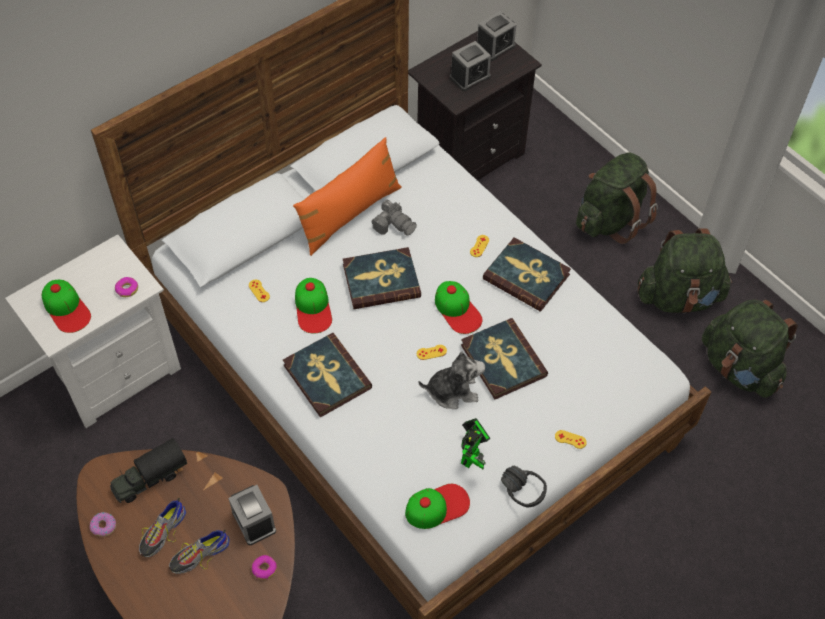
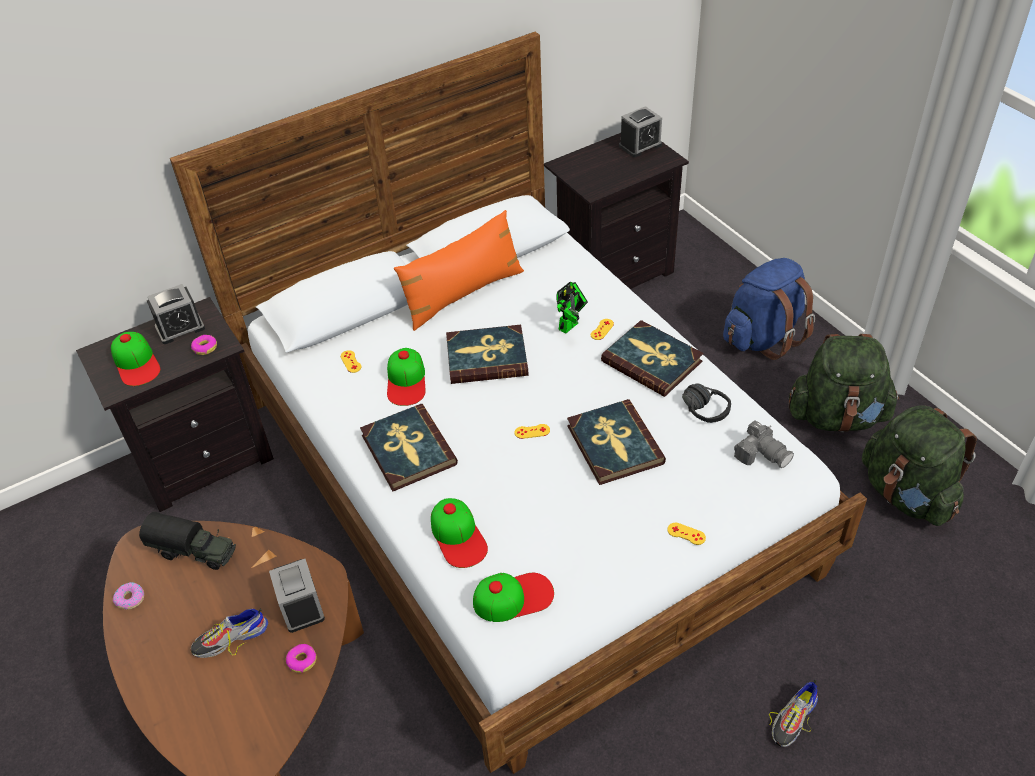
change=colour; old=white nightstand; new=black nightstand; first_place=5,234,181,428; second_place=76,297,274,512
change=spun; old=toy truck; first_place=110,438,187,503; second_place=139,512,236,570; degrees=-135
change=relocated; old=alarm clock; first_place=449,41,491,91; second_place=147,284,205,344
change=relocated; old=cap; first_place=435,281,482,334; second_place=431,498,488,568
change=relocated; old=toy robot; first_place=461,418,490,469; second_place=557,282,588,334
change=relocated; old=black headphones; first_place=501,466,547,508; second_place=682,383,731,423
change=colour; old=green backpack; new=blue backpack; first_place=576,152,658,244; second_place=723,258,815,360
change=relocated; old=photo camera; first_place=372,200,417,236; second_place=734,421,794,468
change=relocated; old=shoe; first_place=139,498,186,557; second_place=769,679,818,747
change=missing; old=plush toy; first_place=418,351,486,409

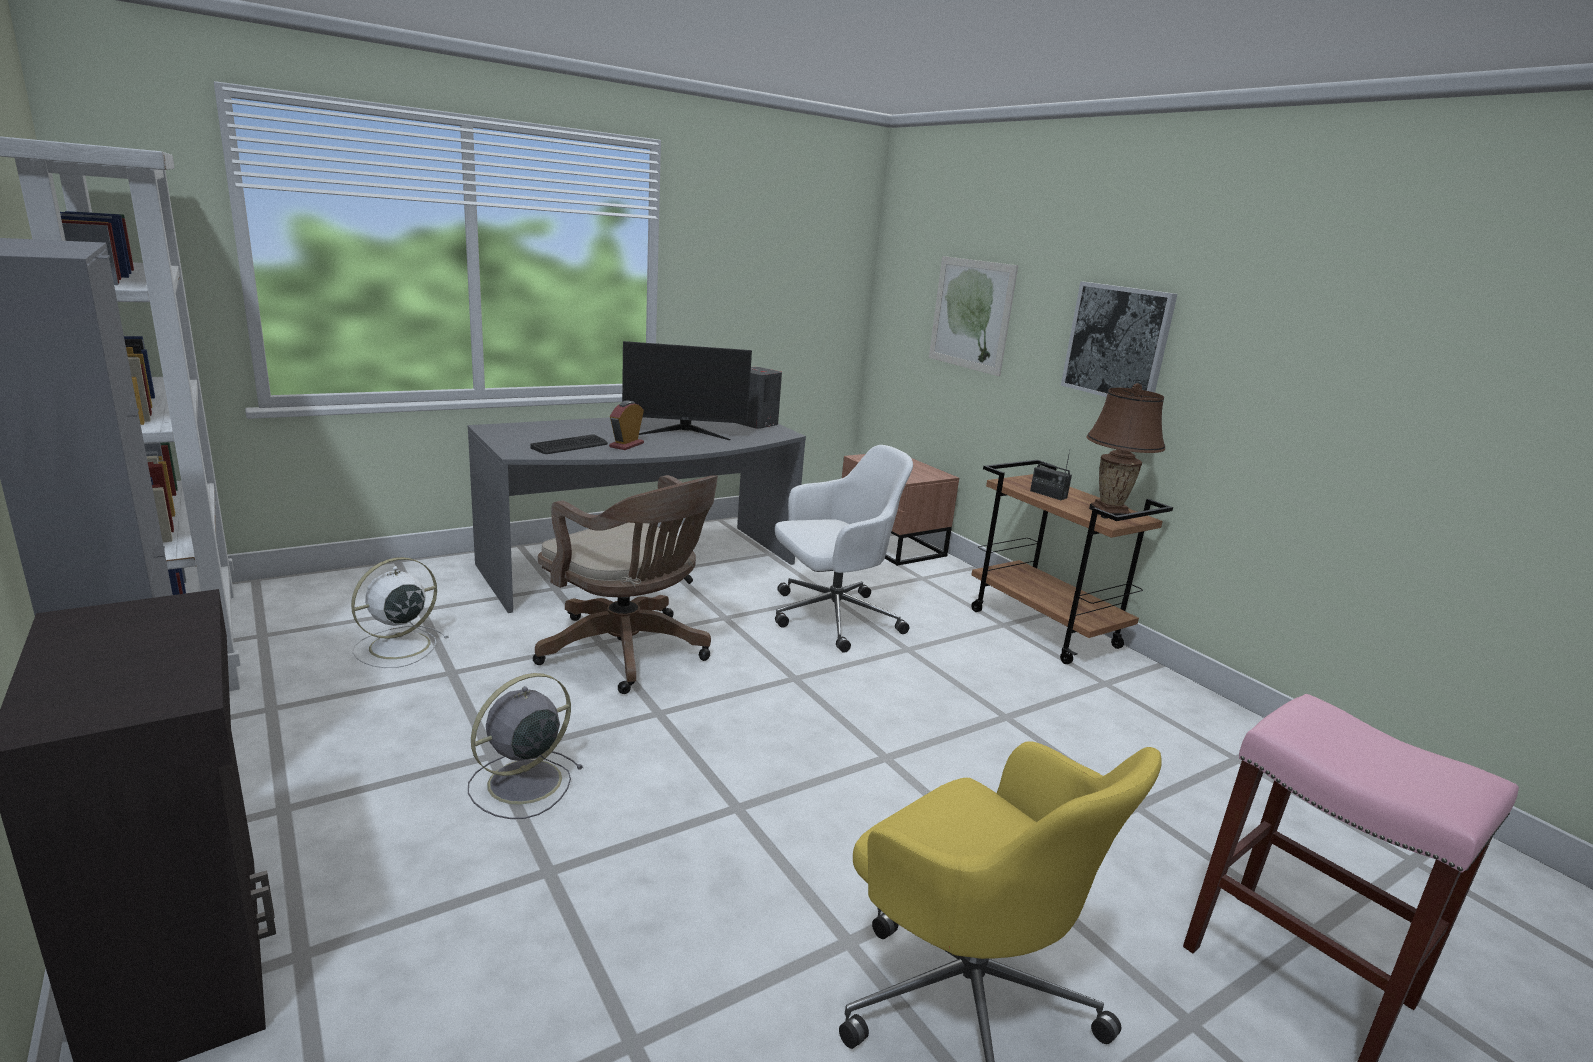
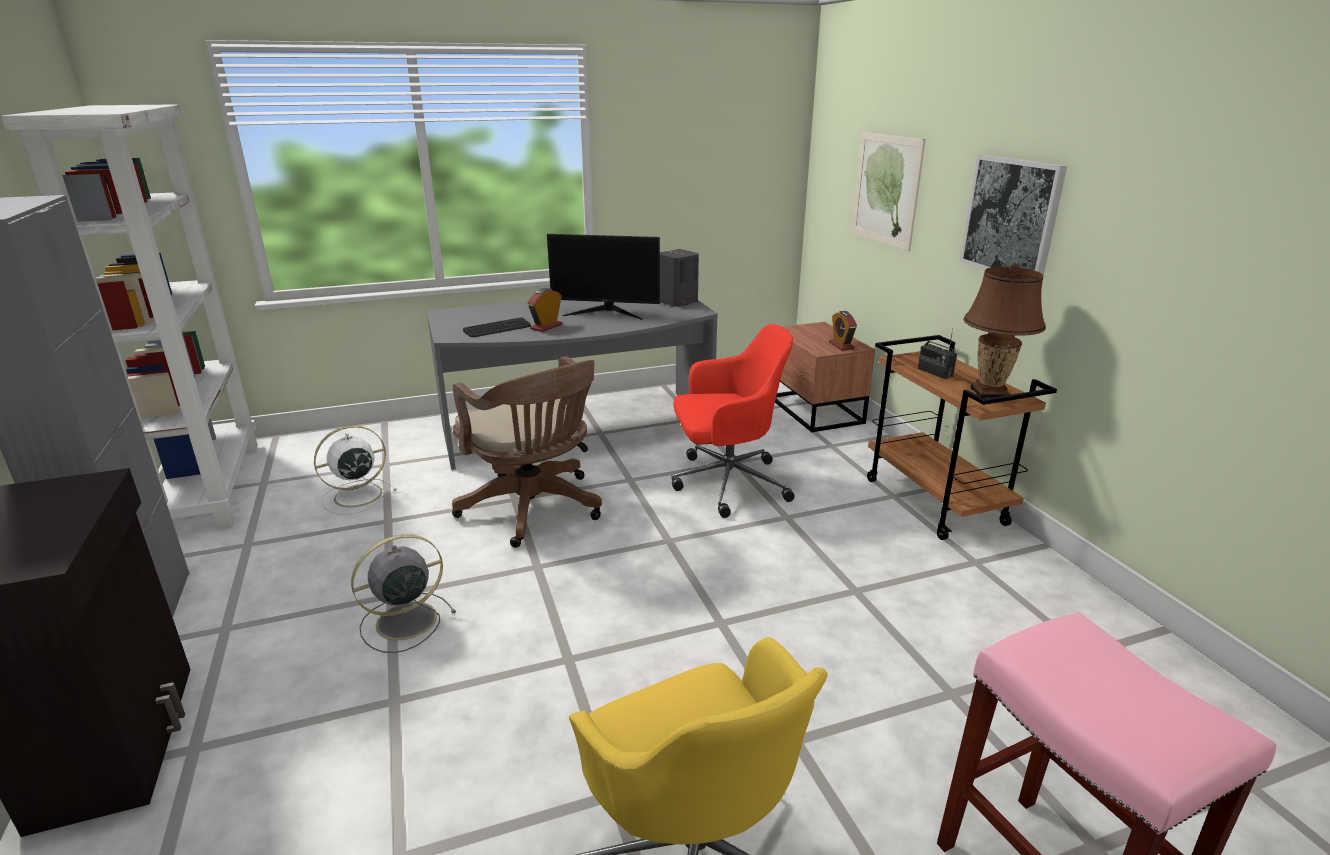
change=colour; old=white office chair; new=red office chair; first_place=775,445,913,653; second_place=672,324,795,518
change=appeared; new=alarm clock; second_place=829,311,857,350

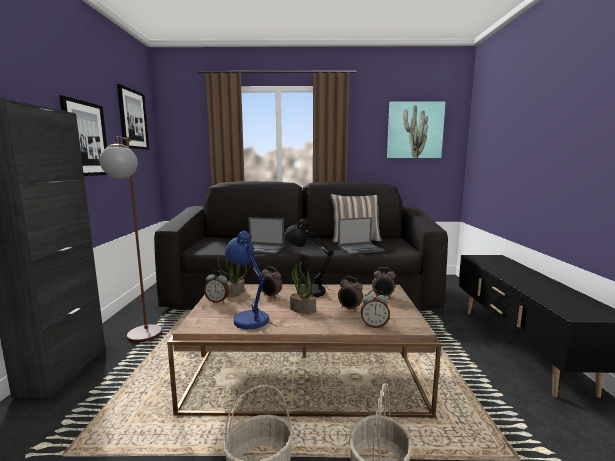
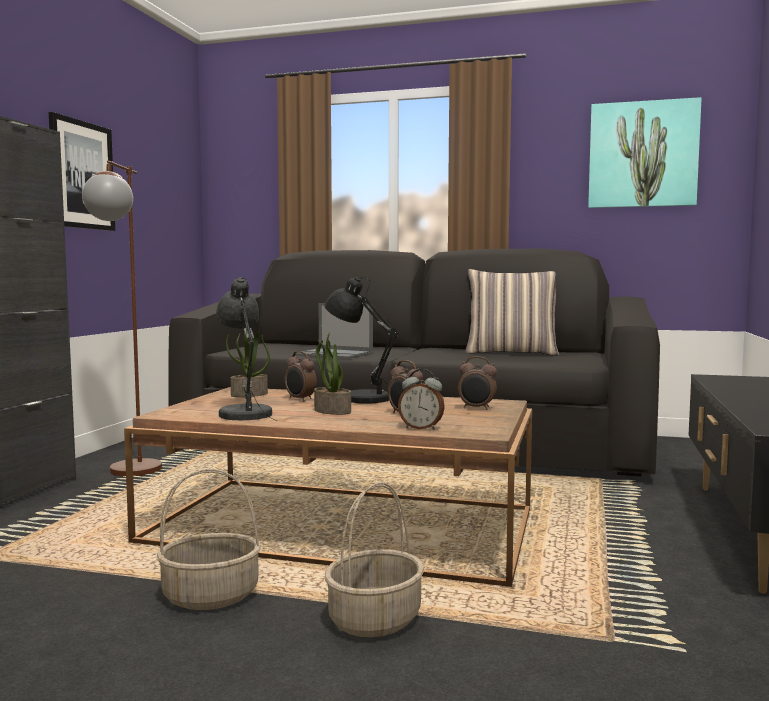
change=colour; old=blue table lamp; new=grey table lamp; first_place=225,231,278,329; second_place=216,278,277,421
change=missing; old=picture; first_place=117,84,149,150
change=missing; old=alarm clock; first_place=204,270,229,303
change=missing; old=laptop; first_place=338,217,385,254

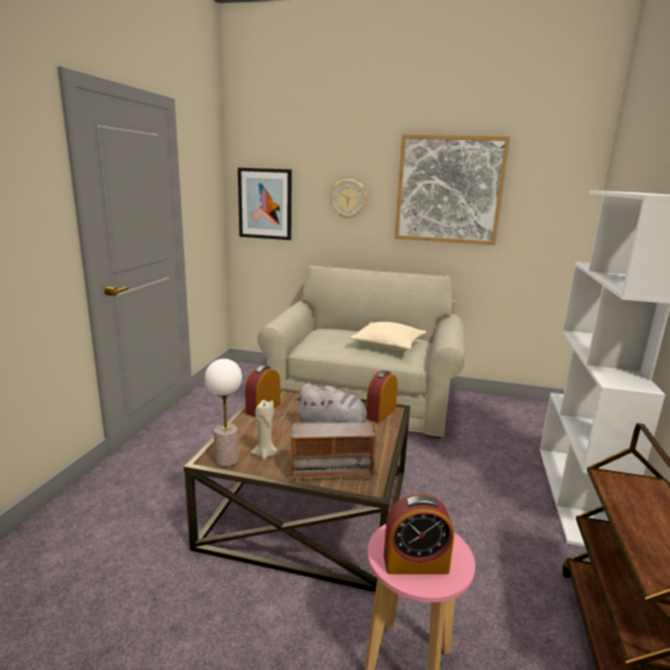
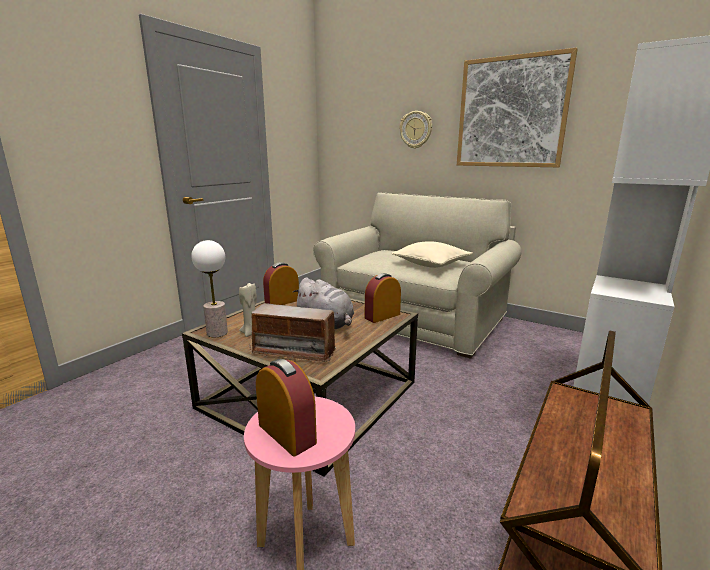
change=spun; old=alarm clock; first_place=384,494,454,574; second_place=256,359,317,456; degrees=-150
change=missing; old=picture; first_place=238,168,292,240

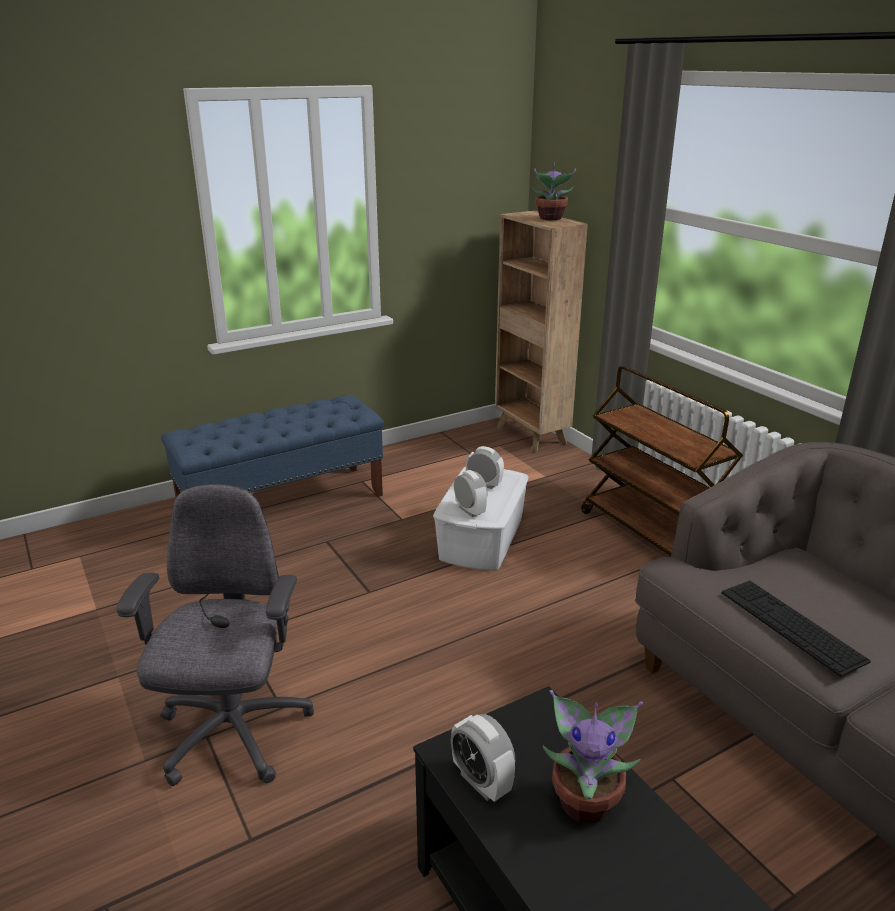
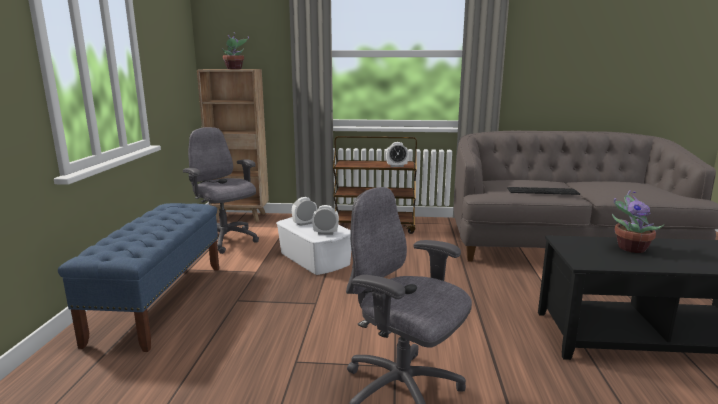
change=appeared; new=grey office chair; second_place=183,127,259,254
change=relocated; old=alarm clock; first_place=451,714,515,802; second_place=386,142,409,167

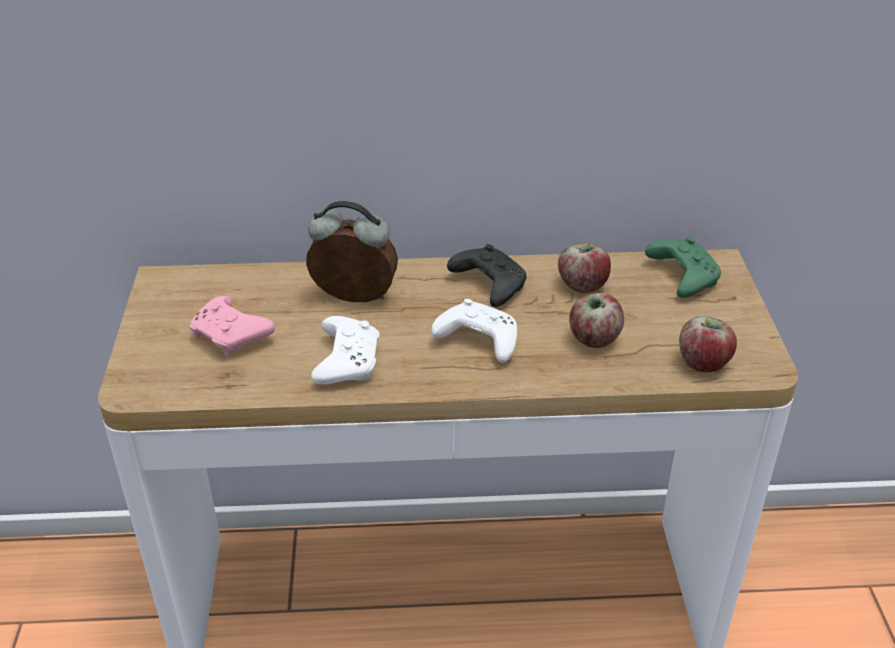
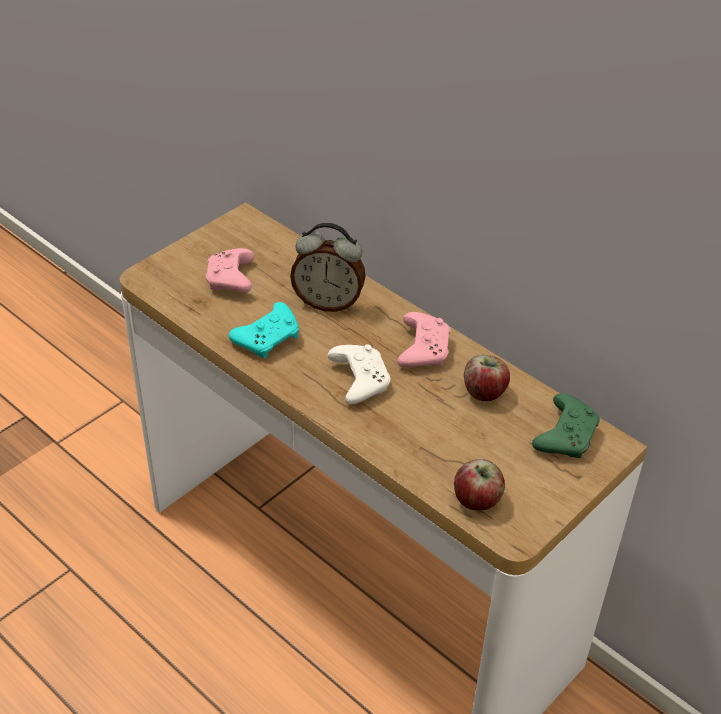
change=colour; old=white game controller; new=turquoise game controller; first_place=311,316,380,385; second_place=229,302,299,358
change=spun; old=alarm clock; first_place=306,201,398,302; second_place=290,223,366,312; degrees=135
change=colour; old=black game controller; new=pink game controller; first_place=447,244,527,307; second_place=397,312,451,368
change=missing; old=apple; first_place=569,293,624,348

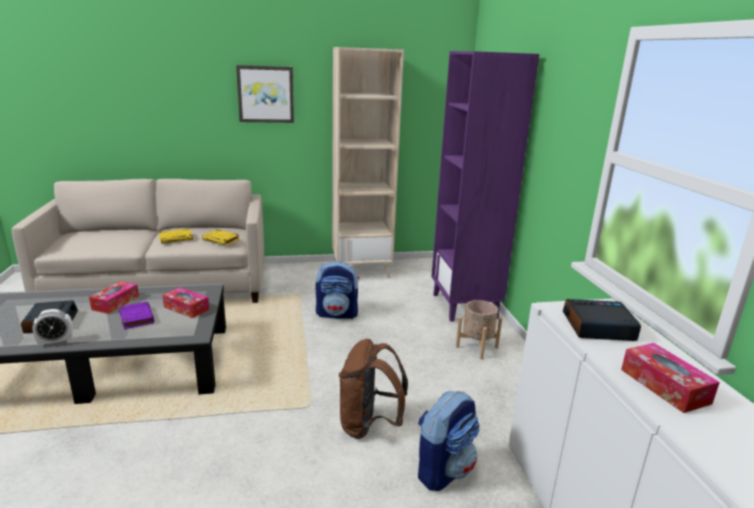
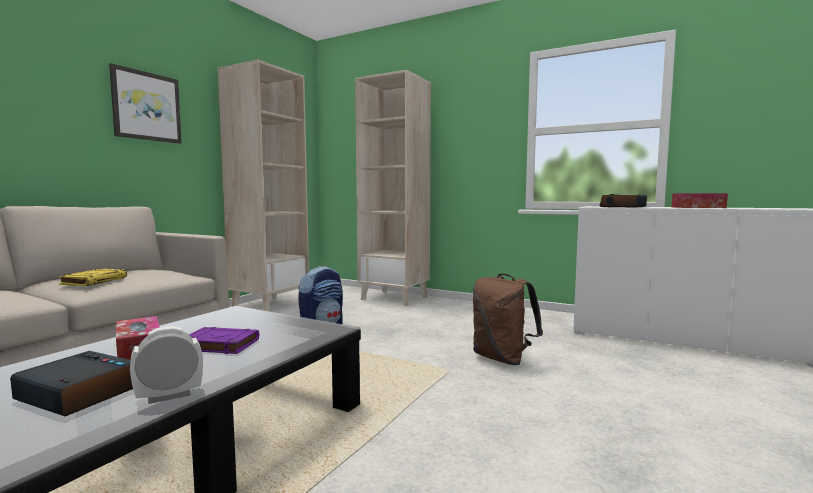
change=spun; old=alarm clock; first_place=32,309,73,347; second_place=130,326,203,404; degrees=-135
change=colour; old=purple bookcase; new=beige bookcase; first_place=431,51,539,322; second_place=355,70,431,306
change=missing; old=tissue box; first_place=162,287,209,318
change=missing; old=yellow book; first_place=202,230,240,245
change=missing; old=backpack; first_place=418,391,480,491
change=missing; old=beige planter; first_place=456,300,502,359

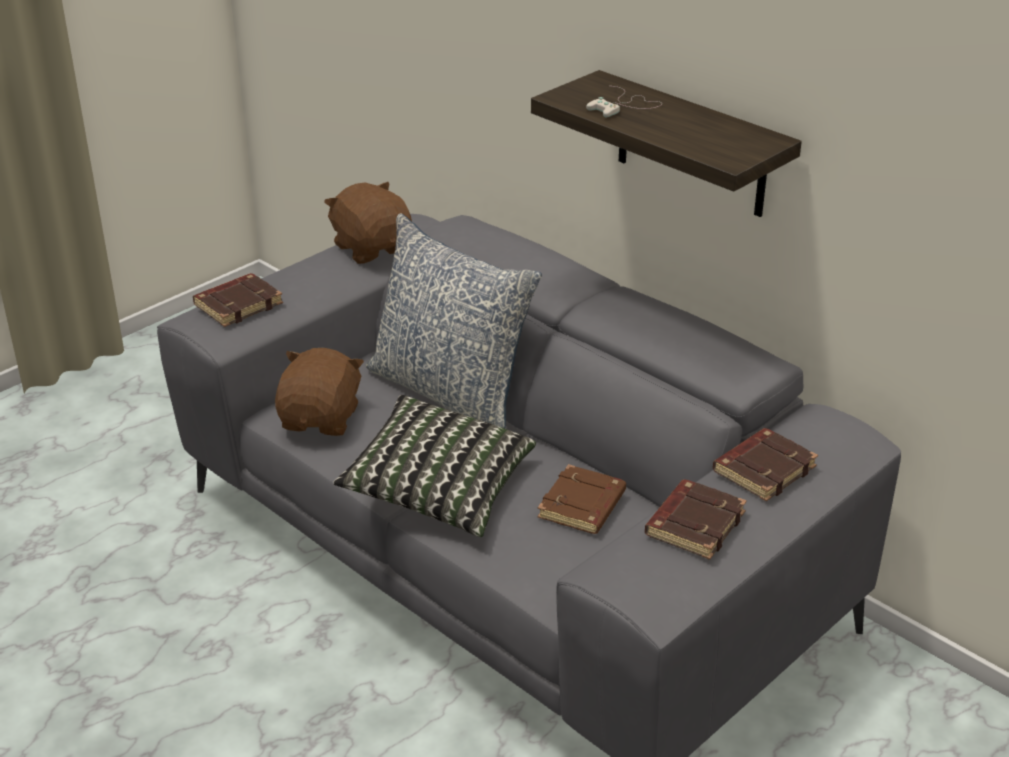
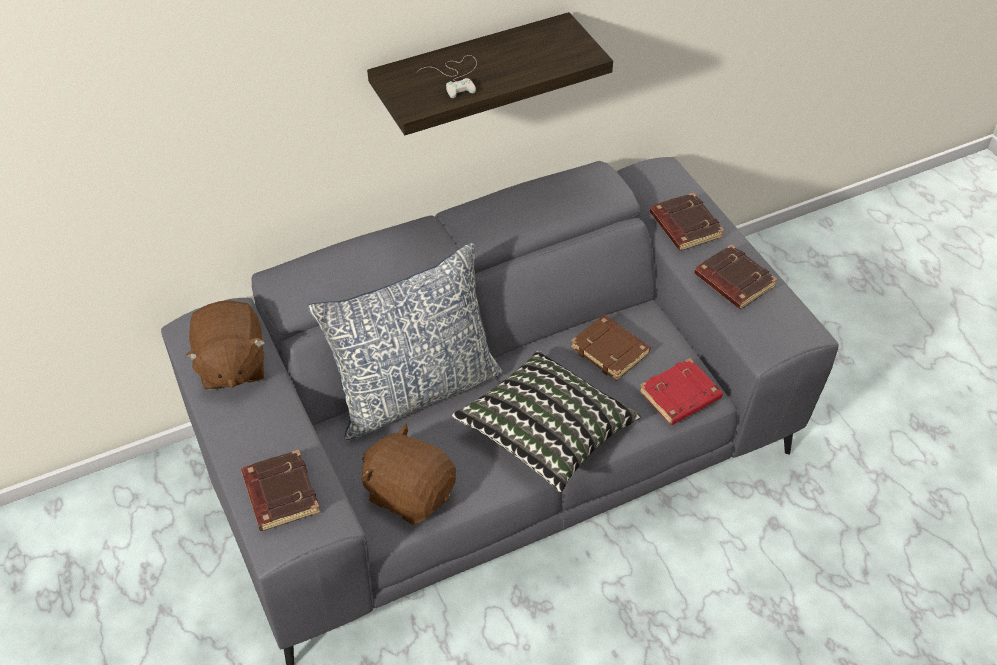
change=spun; old=brown plush toy; first_place=324,182,412,264; second_place=185,300,266,390; degrees=-90
change=appeared; new=red book; second_place=639,358,723,425

